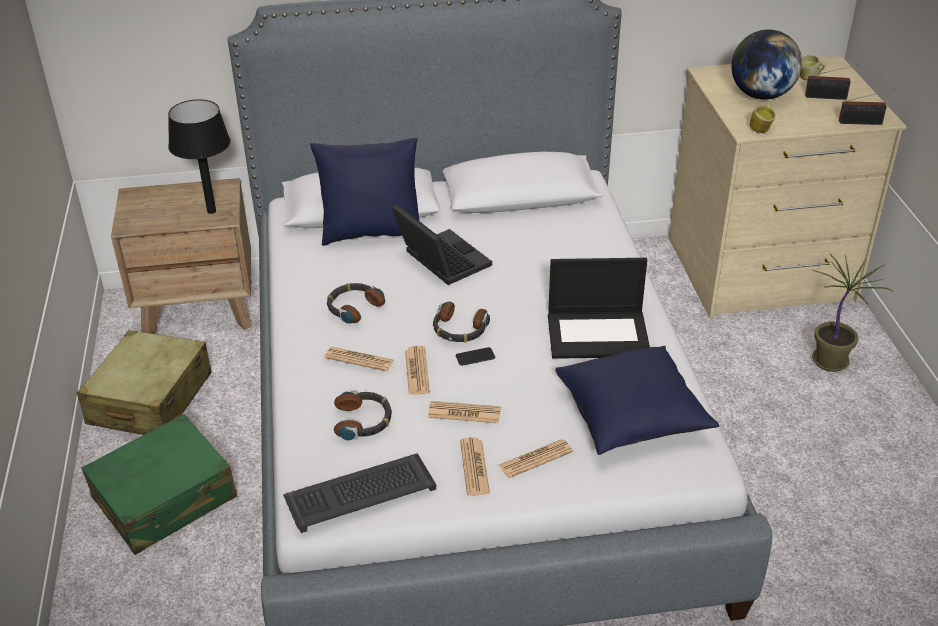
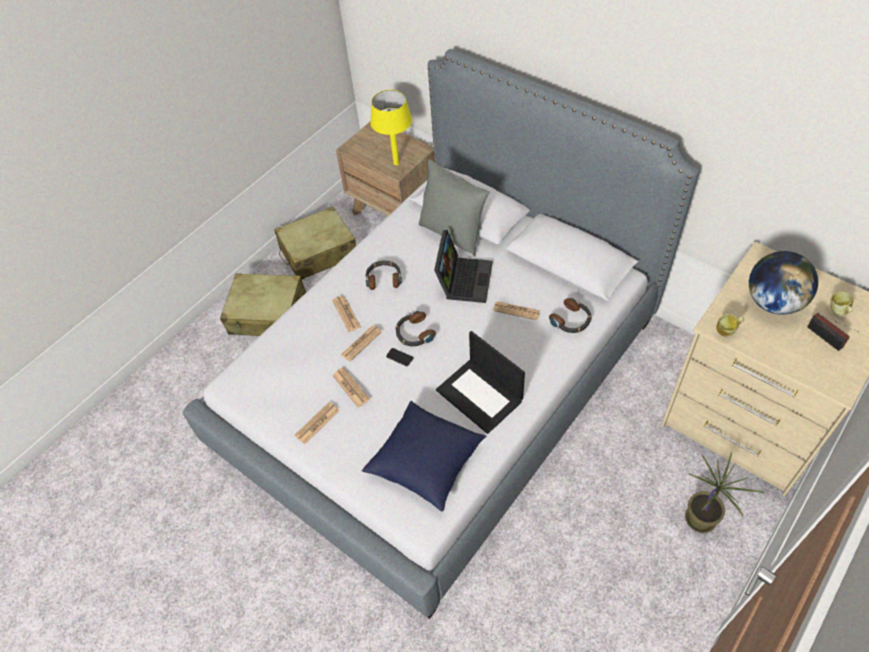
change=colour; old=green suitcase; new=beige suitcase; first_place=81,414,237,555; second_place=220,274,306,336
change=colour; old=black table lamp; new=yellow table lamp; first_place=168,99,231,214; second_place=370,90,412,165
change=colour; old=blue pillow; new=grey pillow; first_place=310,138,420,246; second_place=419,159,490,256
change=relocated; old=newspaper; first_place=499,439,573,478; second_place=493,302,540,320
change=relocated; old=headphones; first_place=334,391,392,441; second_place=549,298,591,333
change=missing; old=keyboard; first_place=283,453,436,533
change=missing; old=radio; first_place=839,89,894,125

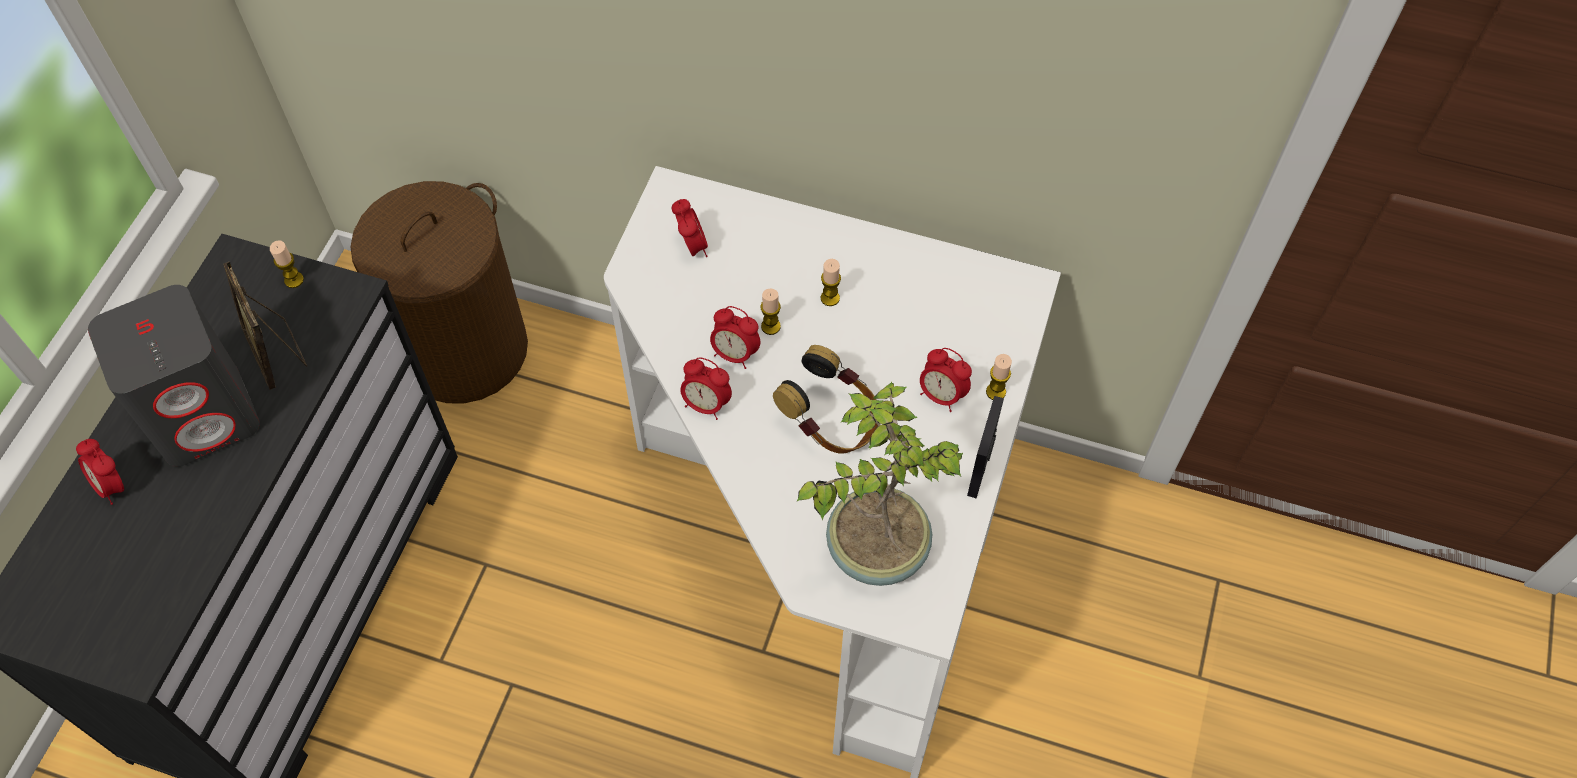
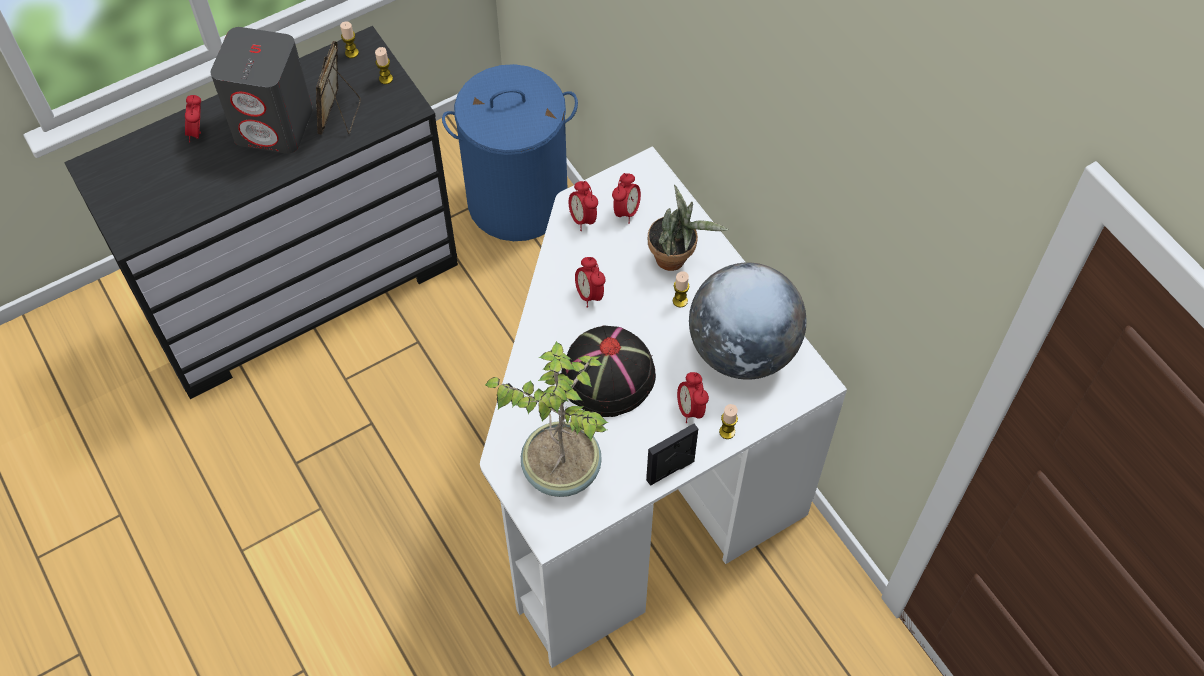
change=relocated; old=candle; first_place=760,289,781,335; second_place=340,21,359,58
change=colour; old=brown laundry basket; new=blue laundry basket; first_place=351,181,528,403; second_place=442,64,578,241
change=exchanged; old=headphones; new=black hat; first_place=773,345,878,454; second_place=561,326,656,417
change=relocated; old=alarm clock; first_place=680,357,732,420; second_place=569,181,598,231
change=appeared; new=potted plant; second_place=648,184,728,271
change=appeared; new=globe; second_place=689,262,807,380

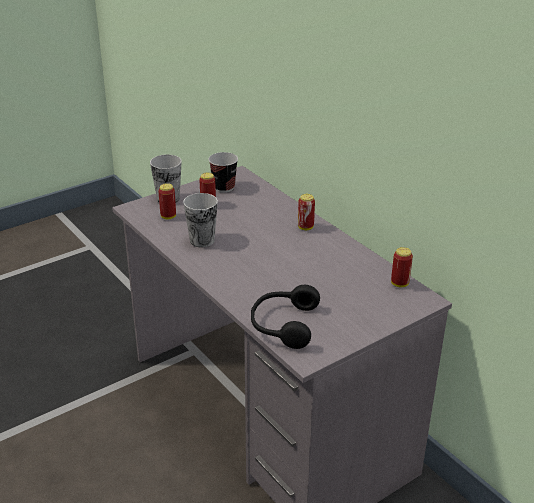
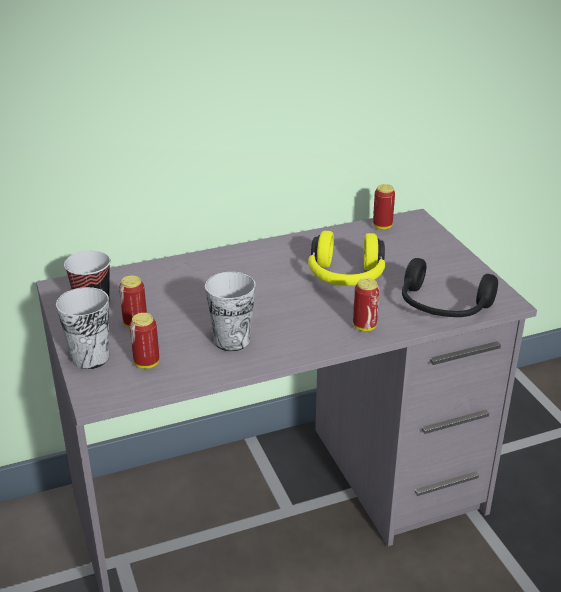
change=appeared; new=yellow headphones; second_place=308,231,386,286
change=relocated; old=can; first_place=298,194,315,230; second_place=353,278,380,331

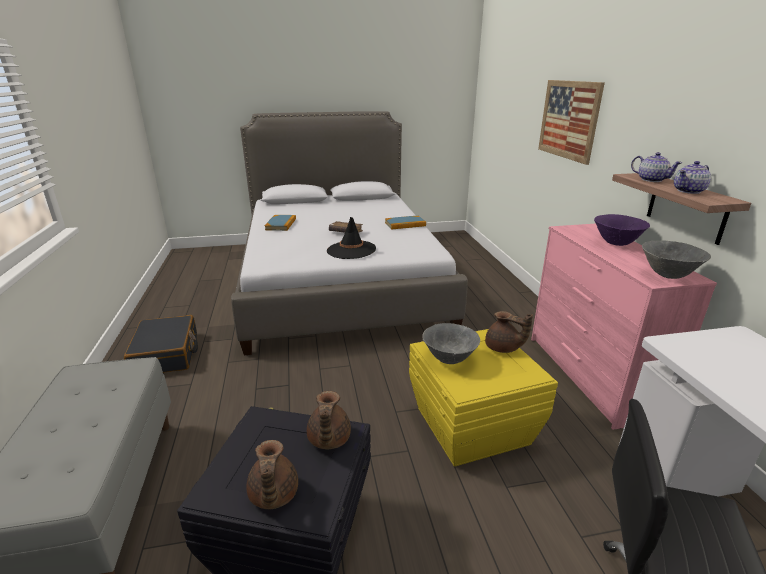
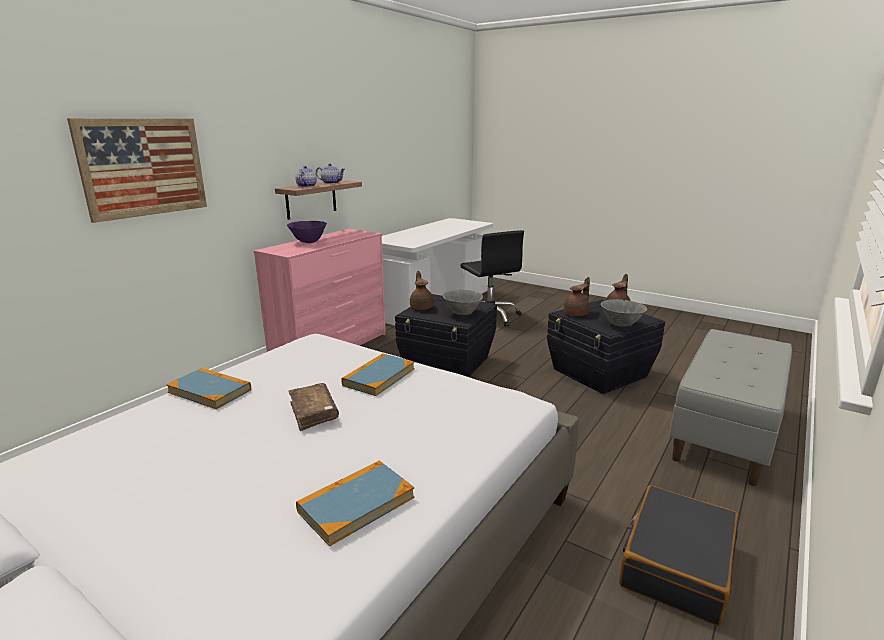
change=exchanged; old=black hat; new=book; first_place=327,217,376,259; second_place=341,353,415,396
change=colour; old=yellow storage box; new=black storage box; first_place=409,329,558,467; second_place=395,294,497,377
change=relocated; old=grey bowl; first_place=642,241,711,279; second_place=601,299,647,327

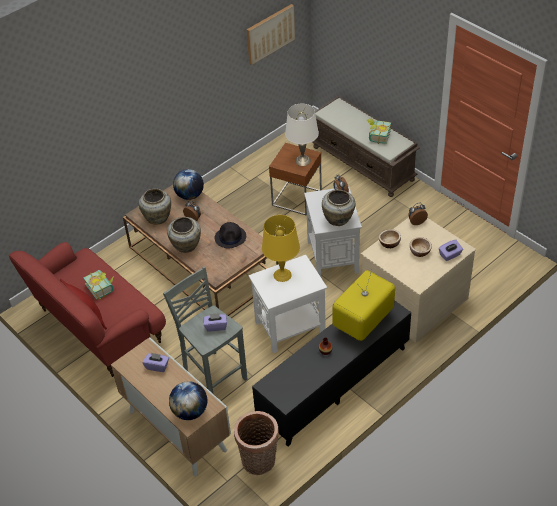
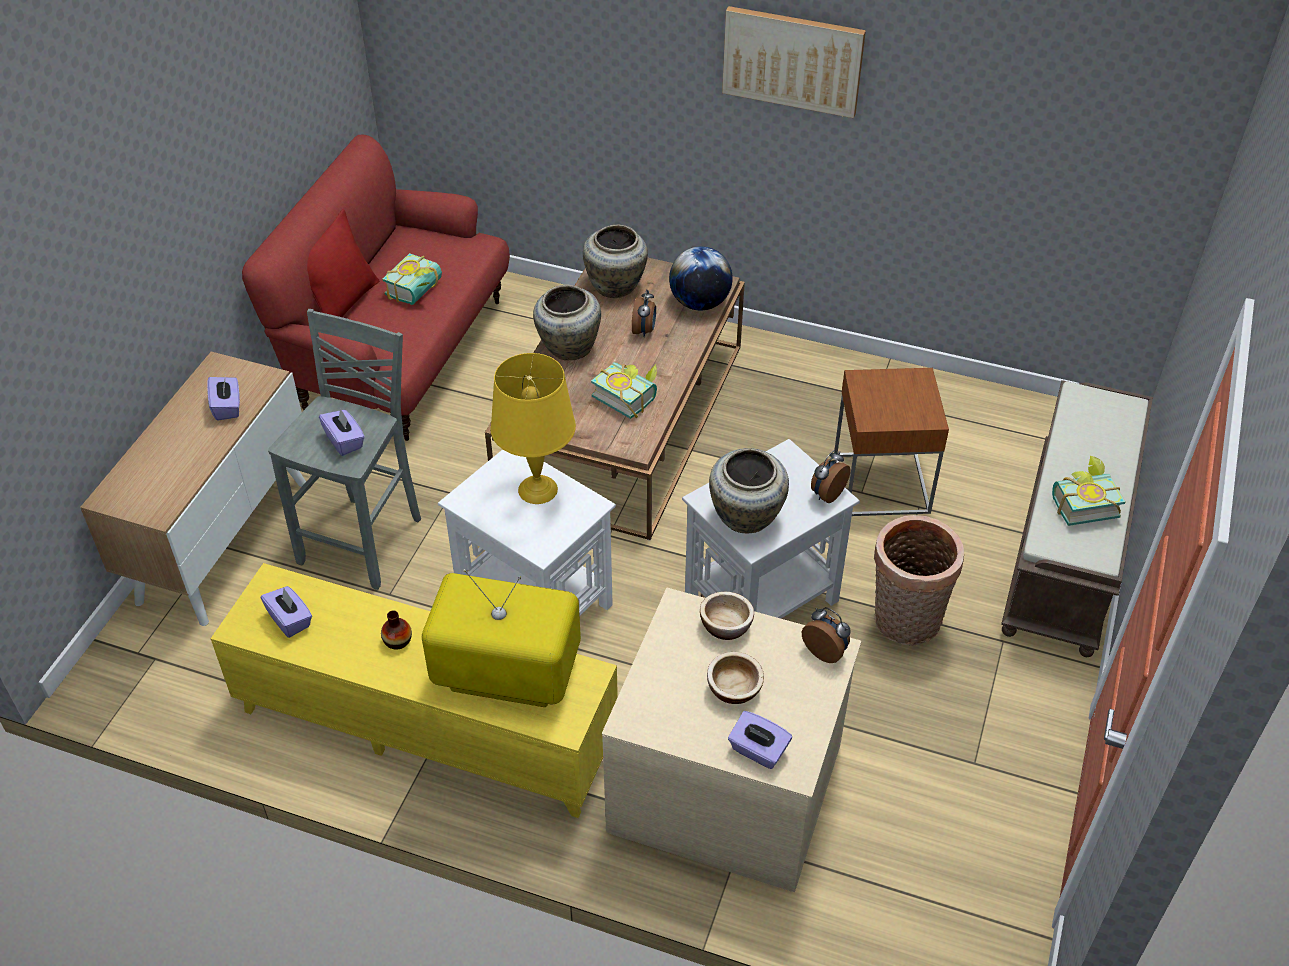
change=colour; old=black tv stand; new=yellow tv stand; first_place=252,301,411,446; second_place=211,563,618,818
change=appeared; new=purple tissue box; second_place=261,586,312,638
change=exchanged; old=black hat; new=book; first_place=215,222,246,248; second_place=591,362,657,419
change=relocated; old=picture; first_place=247,4,295,65; second_place=722,6,866,118
change=relocated; old=basket; first_place=234,411,279,475; second_place=874,515,964,646
change=missing; old=globe; first_place=169,381,207,420
change=missing; old=white table lamp; first_place=285,104,319,166

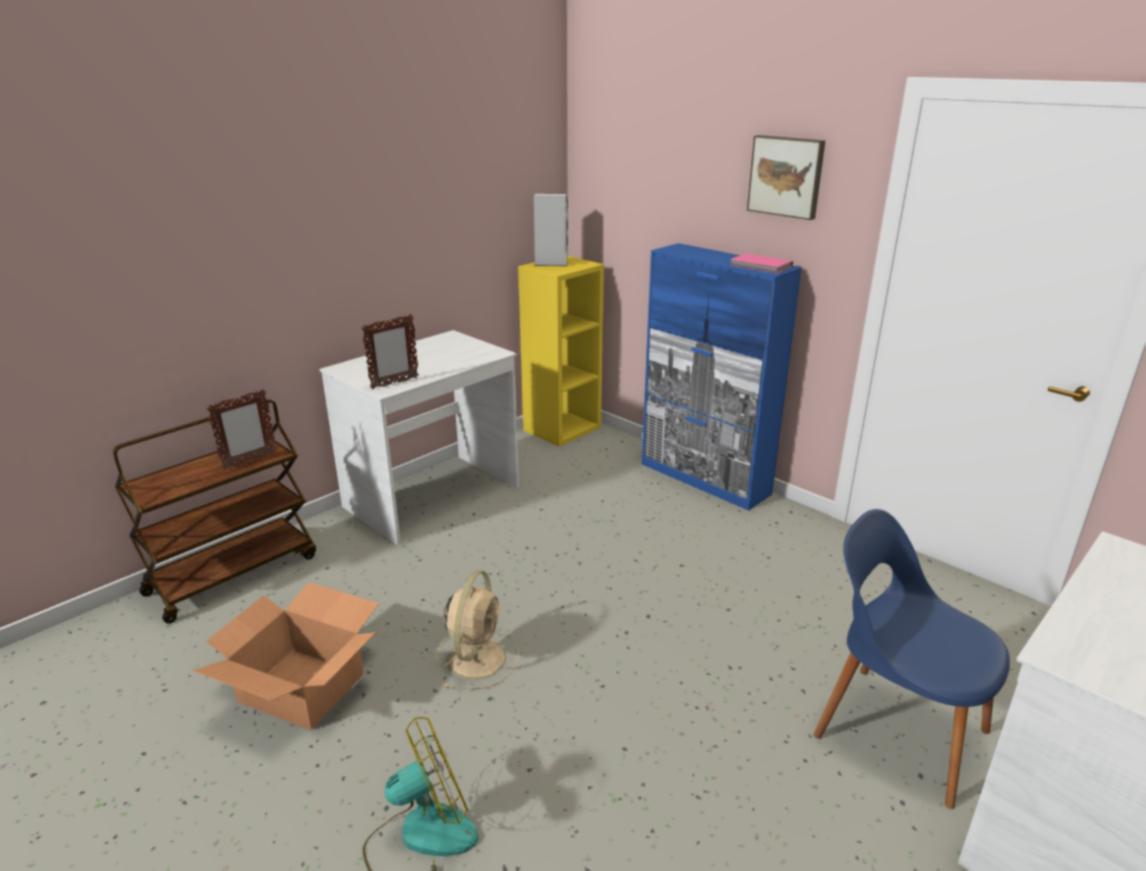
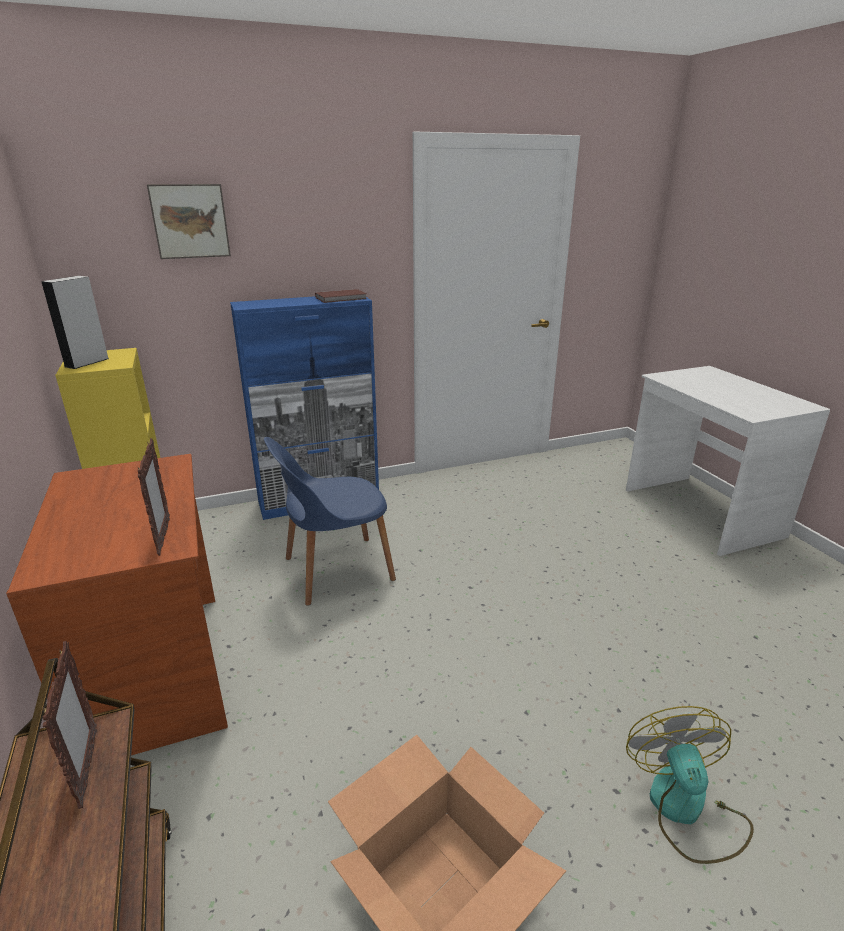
change=colour; old=white desk; new=brown desk; first_place=319,330,519,545; second_place=6,454,228,755
change=relocated; old=picture; first_place=747,135,825,220; second_place=147,184,231,259
change=relocated; old=blue chair; first_place=814,509,1010,809; second_place=264,437,396,606
change=colour; old=pink book; new=brown book; first_place=731,253,793,274; second_place=315,289,367,303
change=missing; old=beige fan; first_place=436,571,519,689

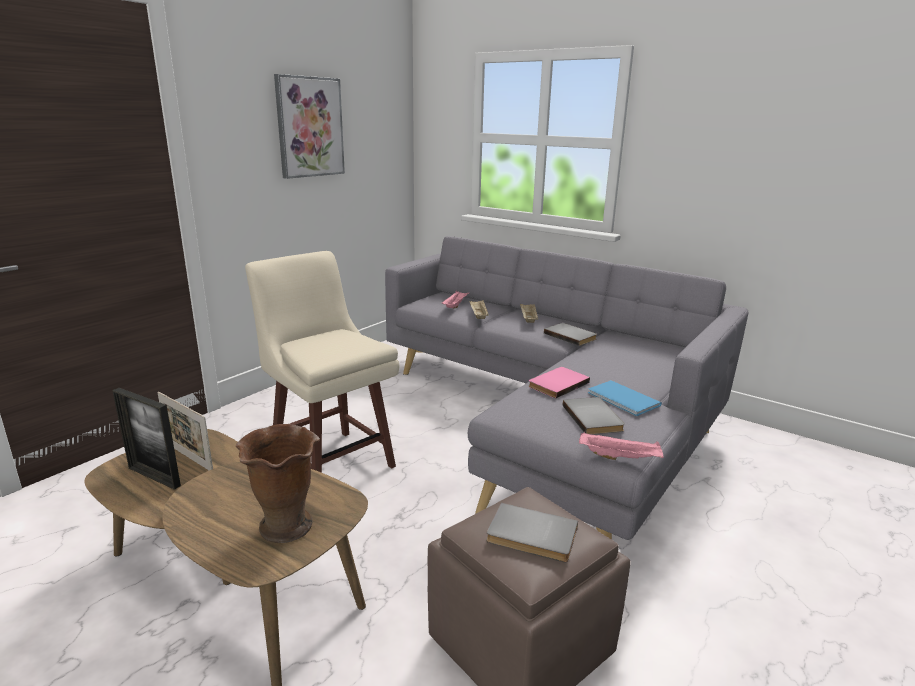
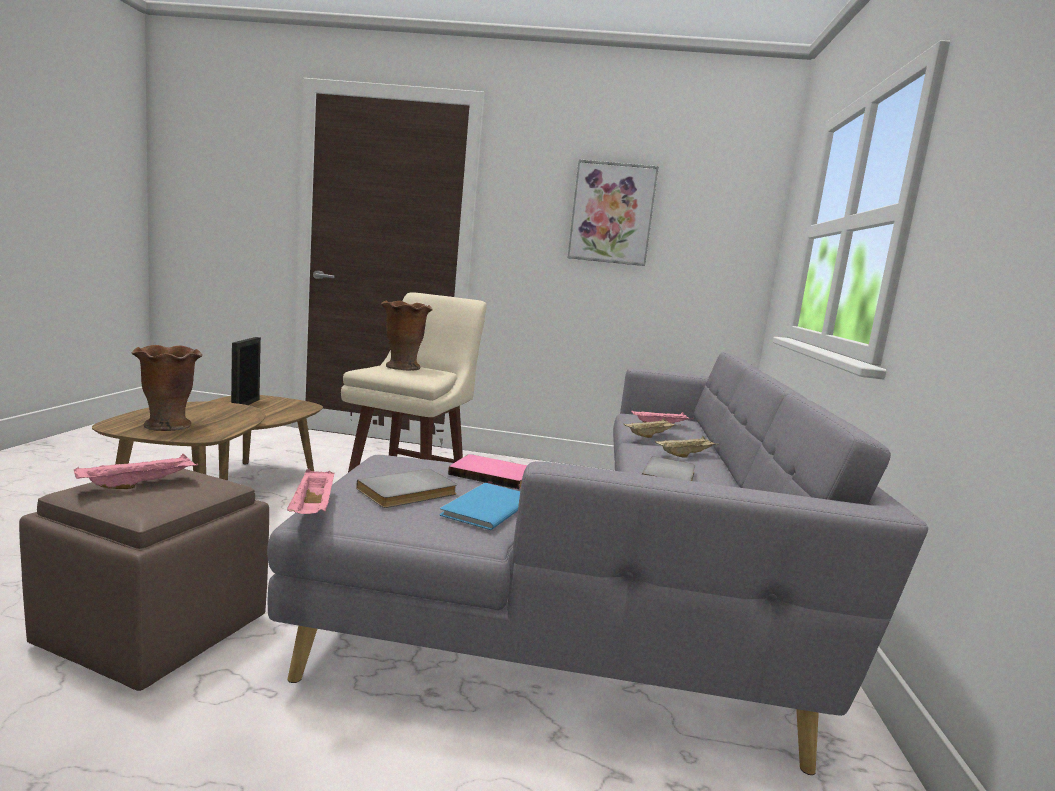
change=exchanged; old=grey book; new=pink tray; first_place=486,503,578,562; second_place=74,454,198,489
change=appeared; new=brown vase; second_place=381,301,433,370
change=missing; old=picture frame; first_place=157,392,213,470

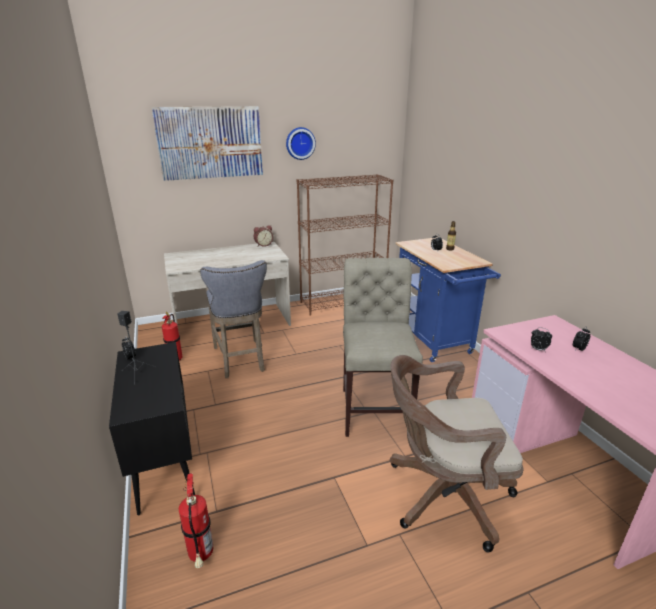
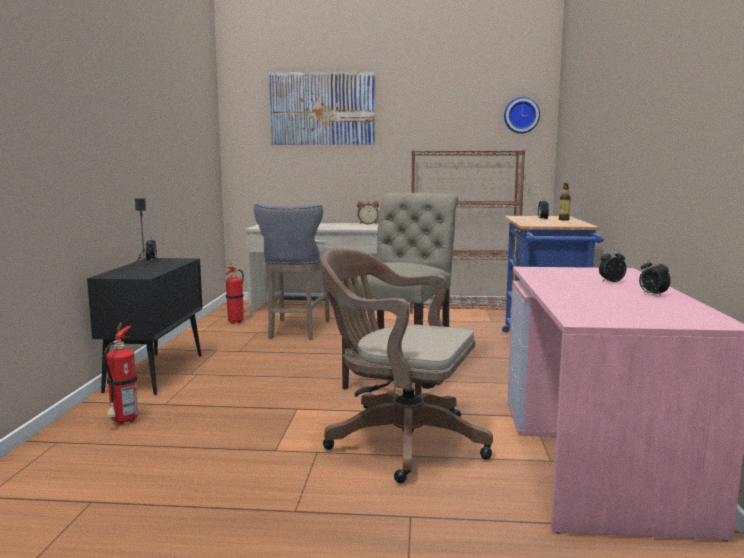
change=relocated; old=wall clock; first_place=286,127,316,160; second_place=504,97,540,134
change=relocated; old=alarm clock; first_place=531,328,552,351; second_place=639,258,671,296

